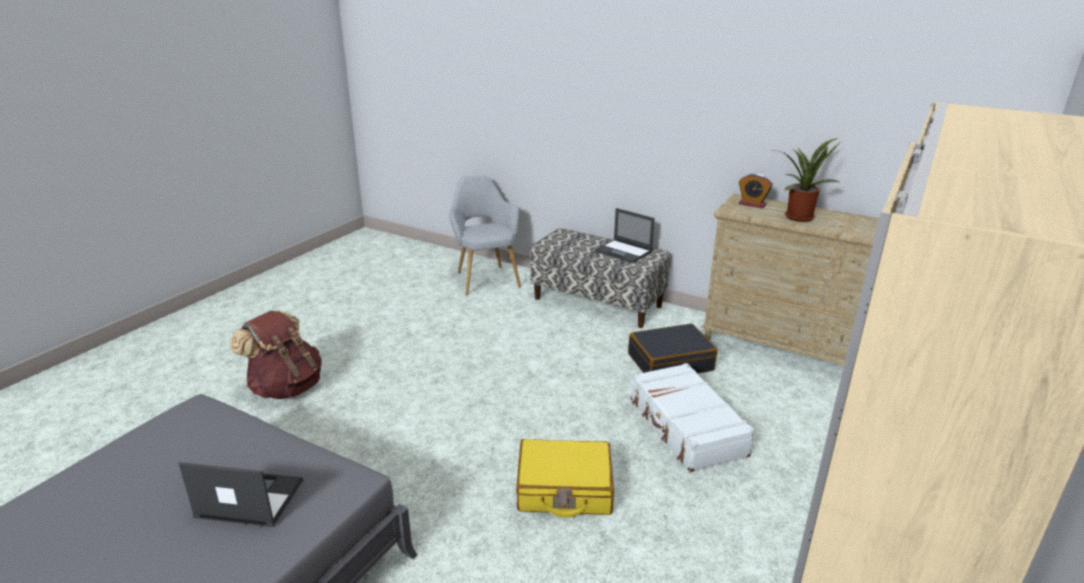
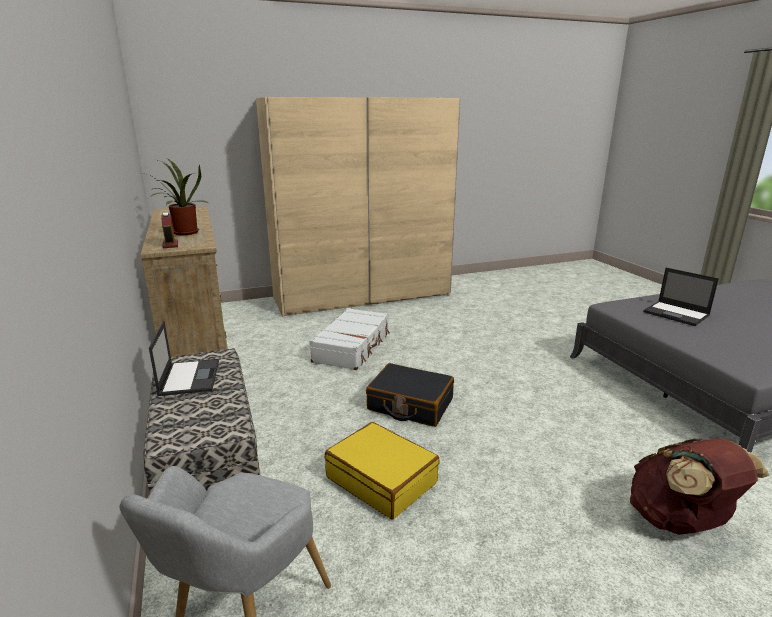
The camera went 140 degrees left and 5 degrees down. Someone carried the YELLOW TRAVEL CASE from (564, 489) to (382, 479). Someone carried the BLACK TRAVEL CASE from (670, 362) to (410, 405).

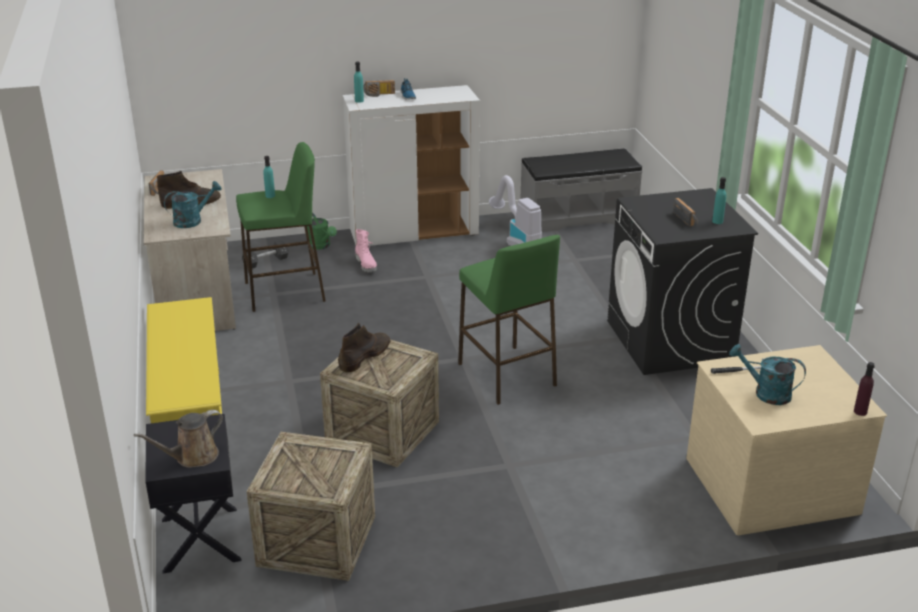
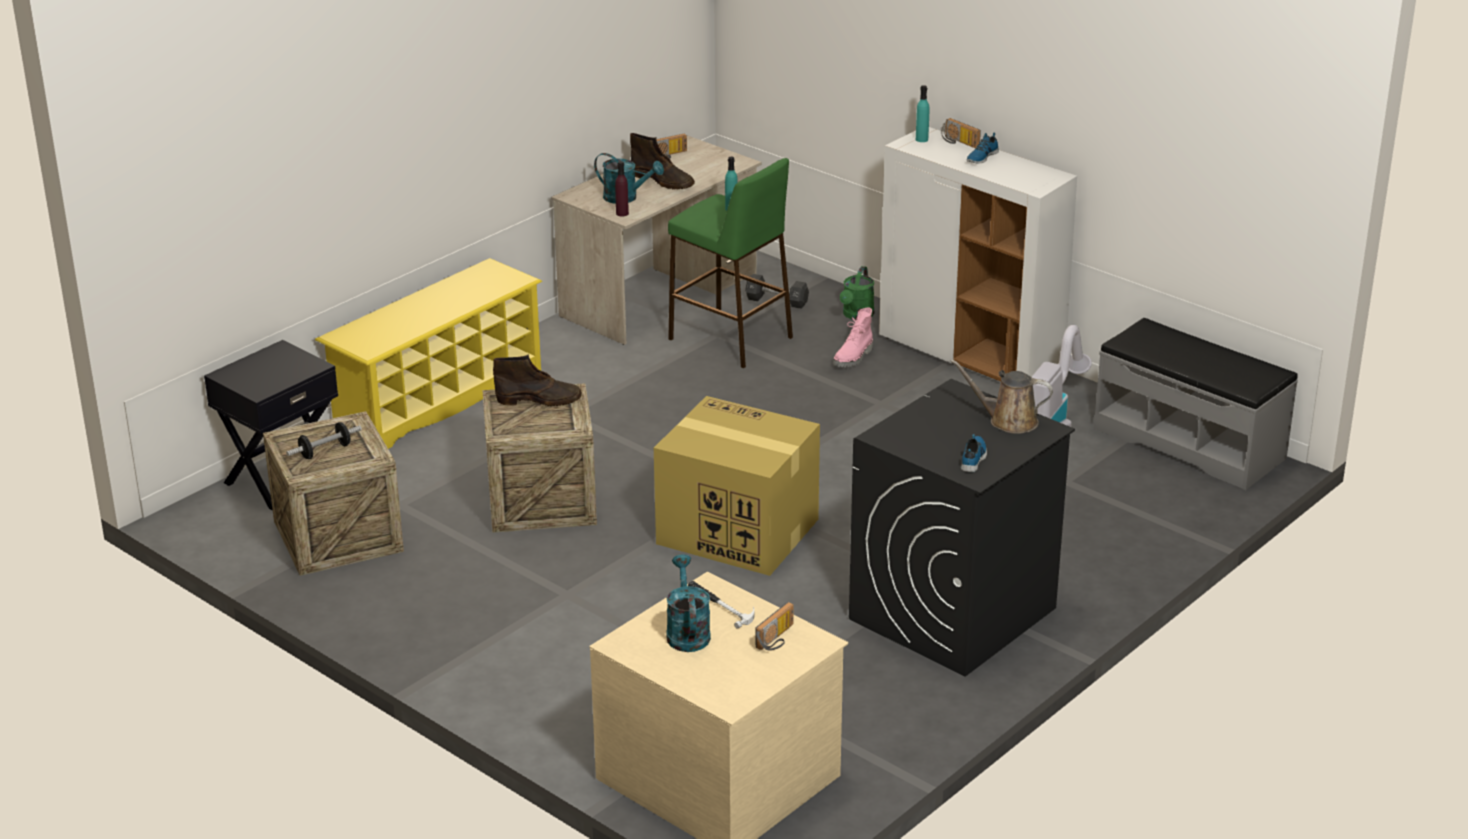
The camera went 55 degrees right and 0 degrees up. Someone put down the HAND WEIGHT at (325, 451). Someone carried the BROWNISH WATERING POT from (192, 457) to (1008, 421). Someone carried the RADIO RECEIVER from (686, 219) to (777, 639). Someone carried the PURPLISH BEVERAGE BOTTLE from (860, 412) to (622, 213). Someone swapped the GREEN-COLOURED STOOL SEAT at (507, 375) for the CARTON at (735, 531). Someone swapped the BLUE-GREEN BEVERAGE BOTTLE at (717, 221) for the ITEM OF FOOTWEAR at (974, 458).

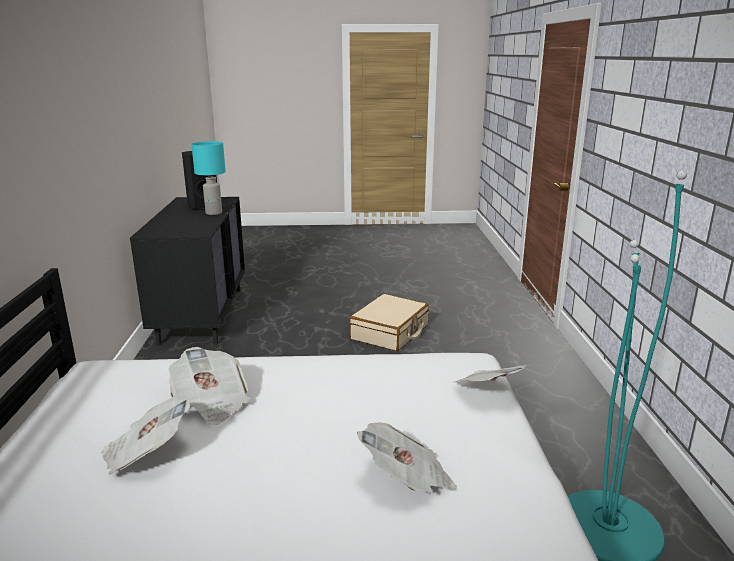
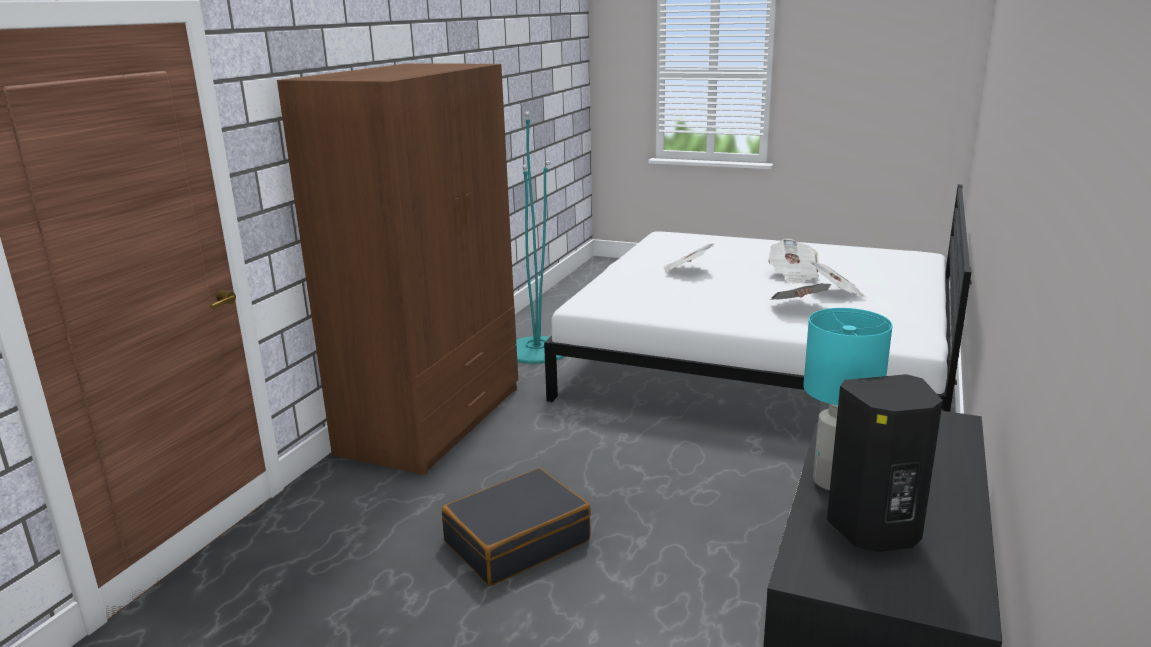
The camera went 155 degrees left and 0 degrees up. Someone put down the BROWNISH CLOTHES CUPBOARD at (433, 420). Someone carried the NEWSPAPER from (489, 391) to (793, 275). Someone repainted the SAND-COLOURED TRAVEL CASE at (390, 332), which became the BLACK TRAVEL CASE at (517, 541).

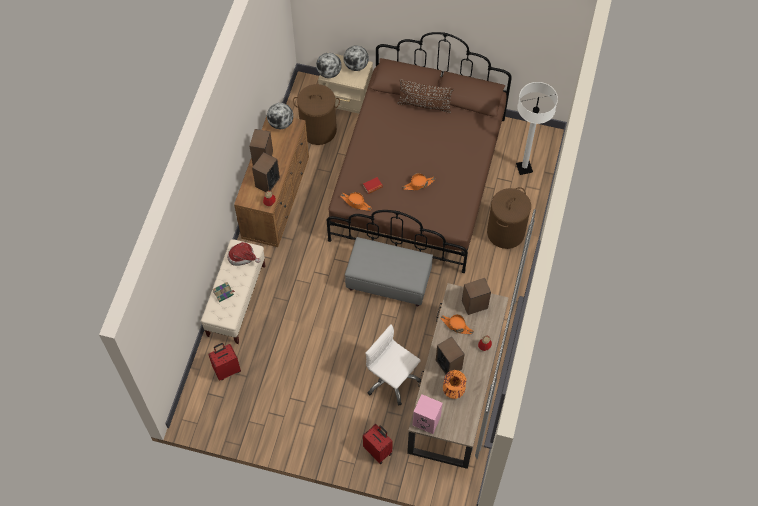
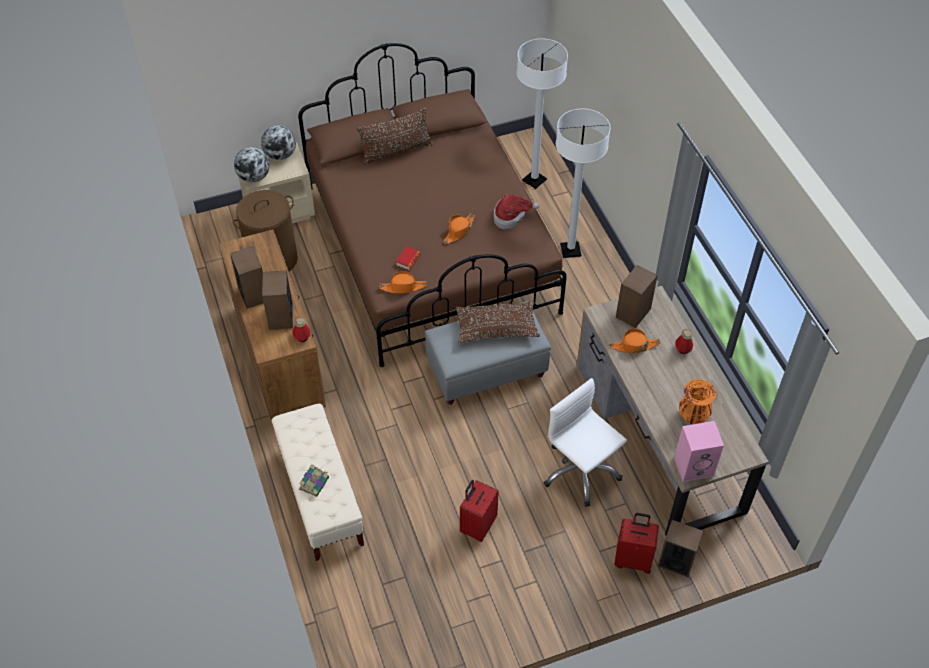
The camera went 35 degrees left and 10 degrees down. Someone took away the GLOBE at (281, 123). Someone put down the BROWNISH THROW PILLOW at (496, 328). Someone carried the RED-COLOURED TRAVEL CASE from (227, 369) to (477, 525). Someone carried the CLOTHING HAT from (243, 257) to (511, 216). Someone carried the LOUDSPEAKER from (448, 364) to (676, 561). Someone swapped the BROWNISH HAMPER at (506, 232) for the WHITISH STANDING LAMP at (570, 250). Someone rotated the WHITISH OFFICE CHAIR at (391, 379) by 45 degrees clockwise.

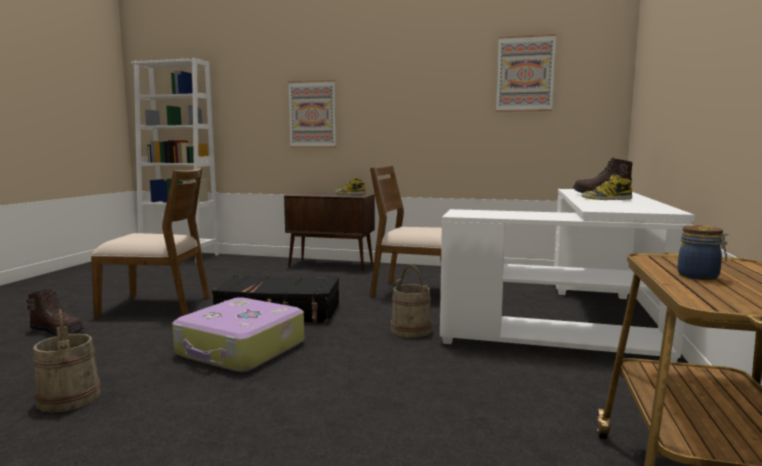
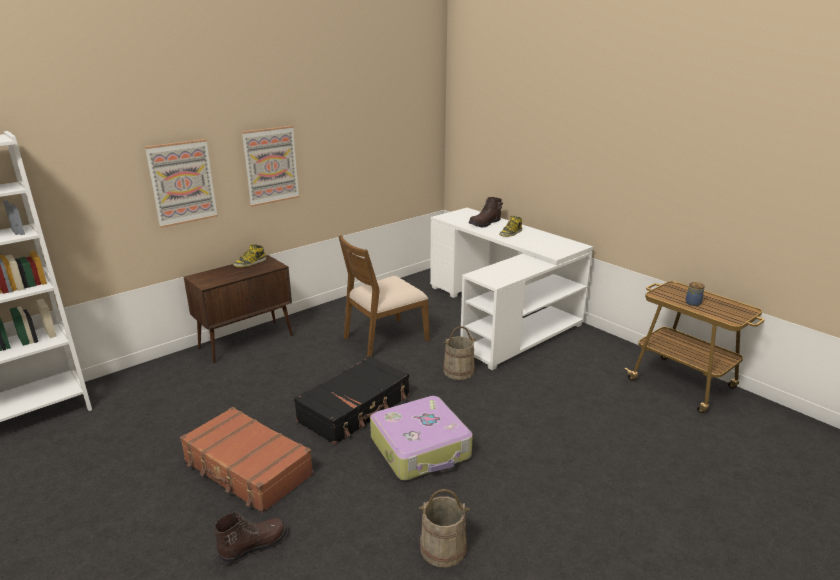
The camera went 55 degrees left and 15 degrees up. Someone carried the PICTURE from (525, 74) to (271, 165). Someone swapped the BROWNISH UPRIGHT CHAIR at (157, 306) for the BROWNISH TRAVEL CASE at (247, 469).

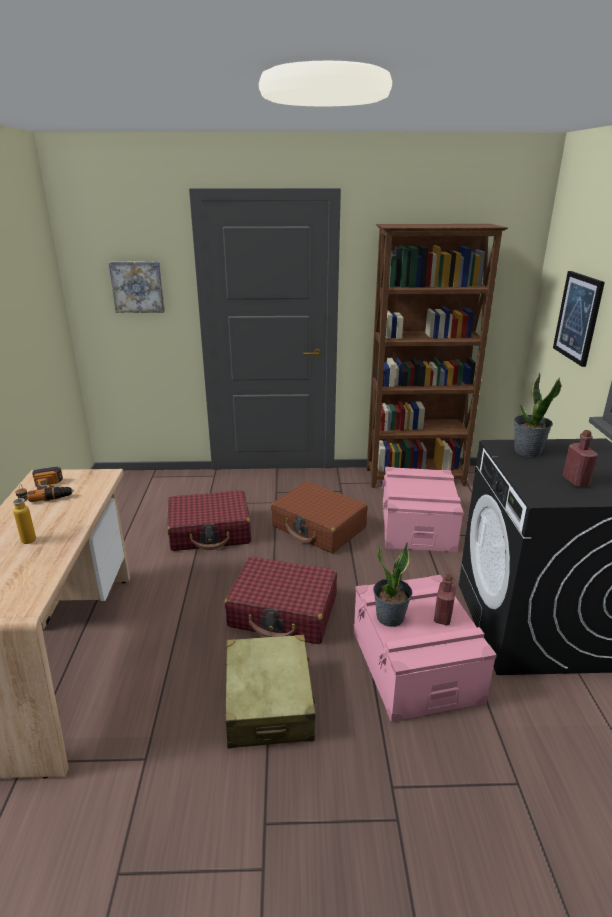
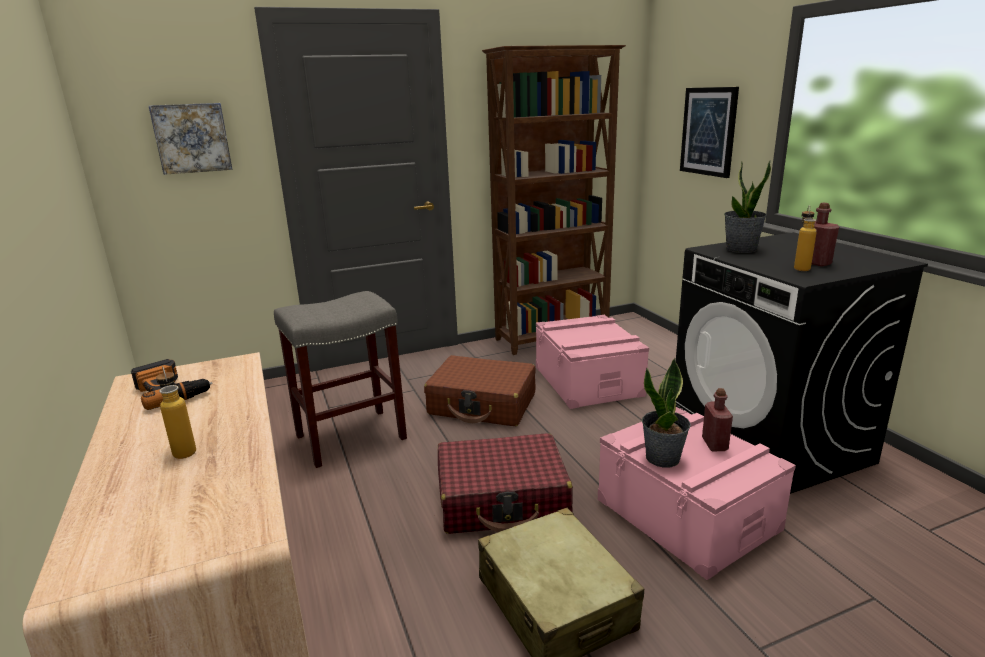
The camera went 20 degrees left and 5 degrees down. Someone put down the BEVERAGE BOTTLE at (801, 267). Someone swapped the RED-COLOURED TRAVEL CASE at (210, 531) for the GREY STOOL SEAT at (352, 436).

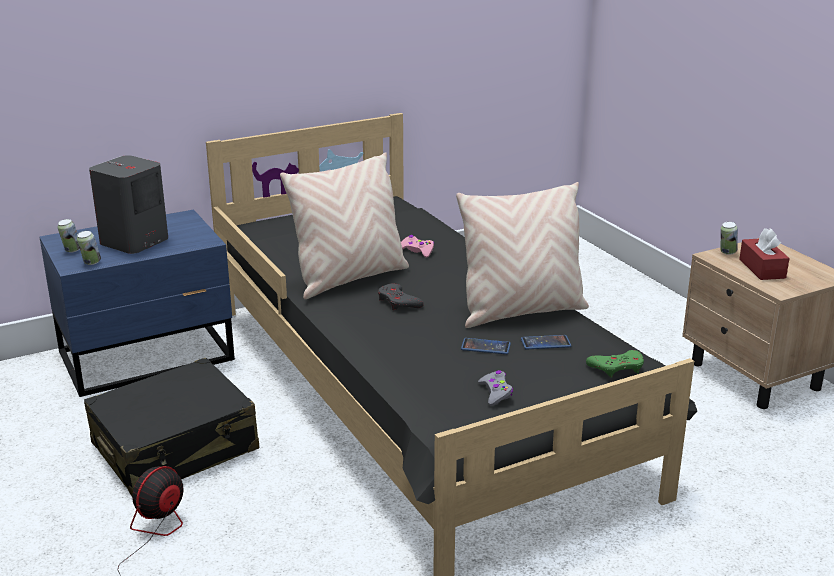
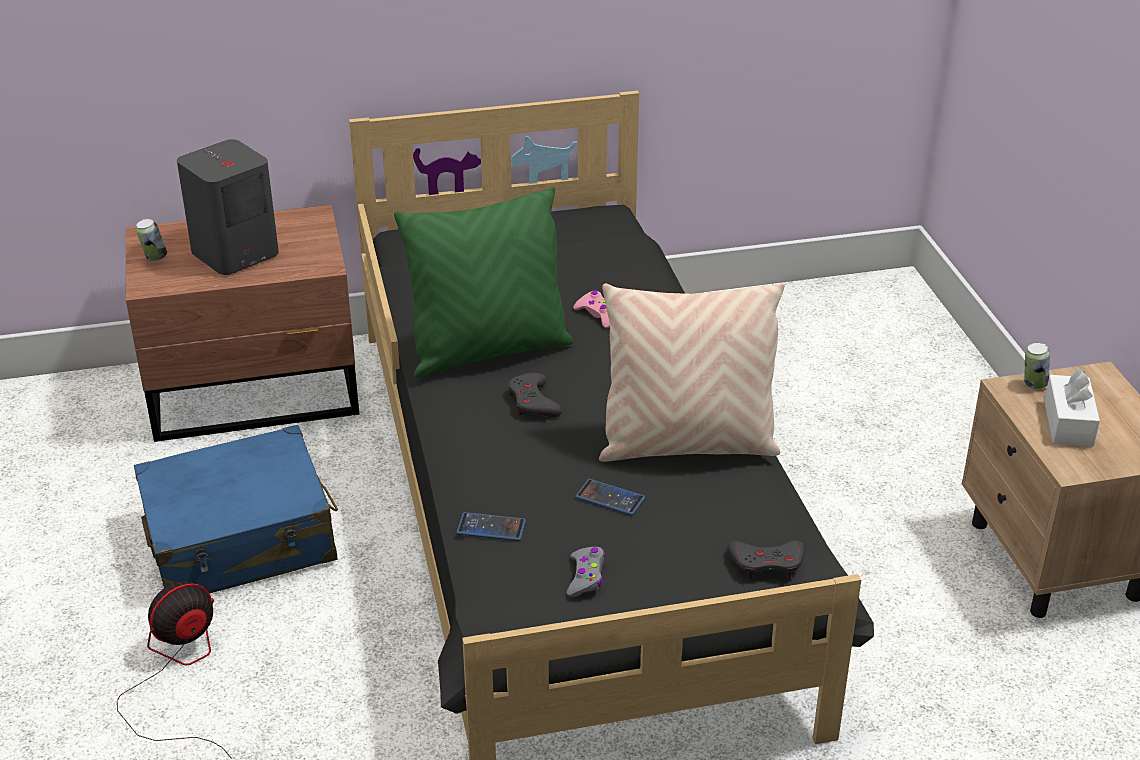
The camera went 15 degrees right and 10 degrees up. Someone took away the METAL CAN at (91, 263). Someone carried the HANDSET from (545, 343) to (491, 527). Someone repainted the BLUE-COLOURED NIGHTSTAND at (149, 357), which became the BROWNISH NIGHTSTAND at (257, 392). Someone repainted the BLACK TRAVEL CASE at (176, 448), which became the BLUE-COLOURED TRAVEL CASE at (241, 539). Someone repainted the SAND-COLOURED THROW PILLOW at (349, 278), which became the GREEN-COLOURED THROW PILLOW at (488, 351). Someone repainted the GREEN-COLOURED GAMEPAD at (617, 367), which became the GREY GAMEPAD at (767, 563). Someone repainted the RED-COLOURED TISSUE HOLDER at (762, 268), which became the WHITISH TISSUE HOLDER at (1068, 423).

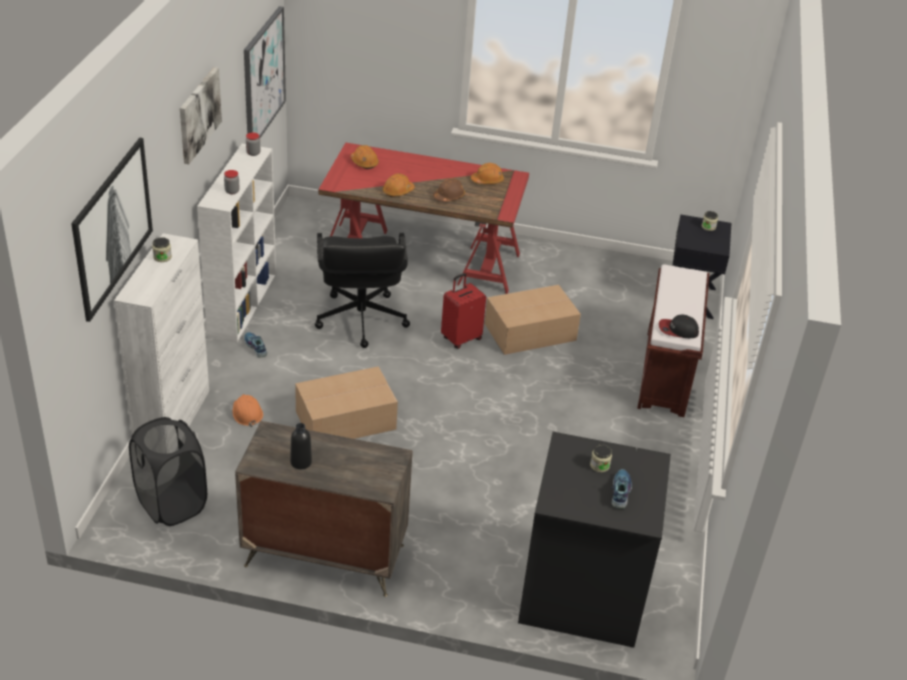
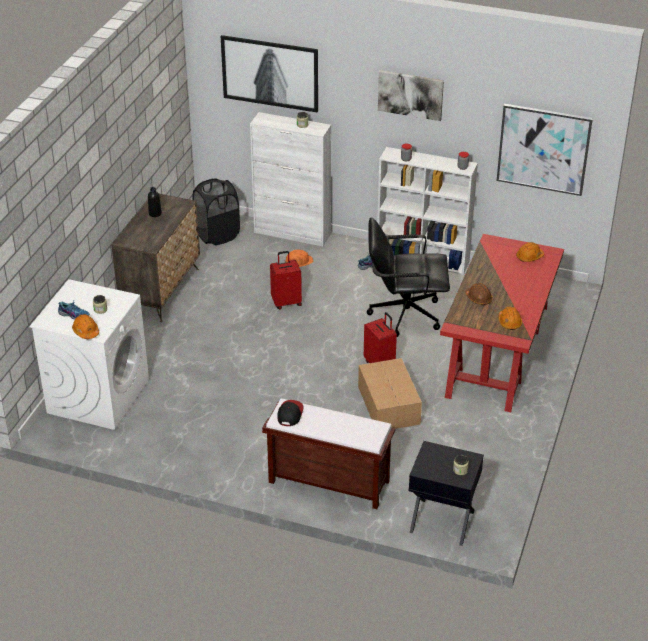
The camera went 100 degrees right and 0 degrees up. Someone carried the ORANGE-COLOURED HARD HAT from (398, 191) to (86, 331). Someone swapped the CARTON at (344, 420) for the RED-COLOURED TRAVEL CASE at (286, 302). Someone repainted the BLACK WASHING MACHINE at (581, 593), which became the WHITISH WASHING MACHINE at (98, 395).

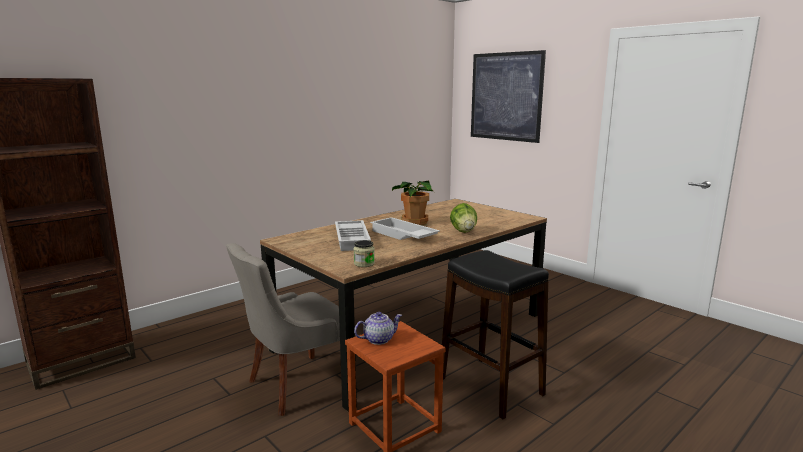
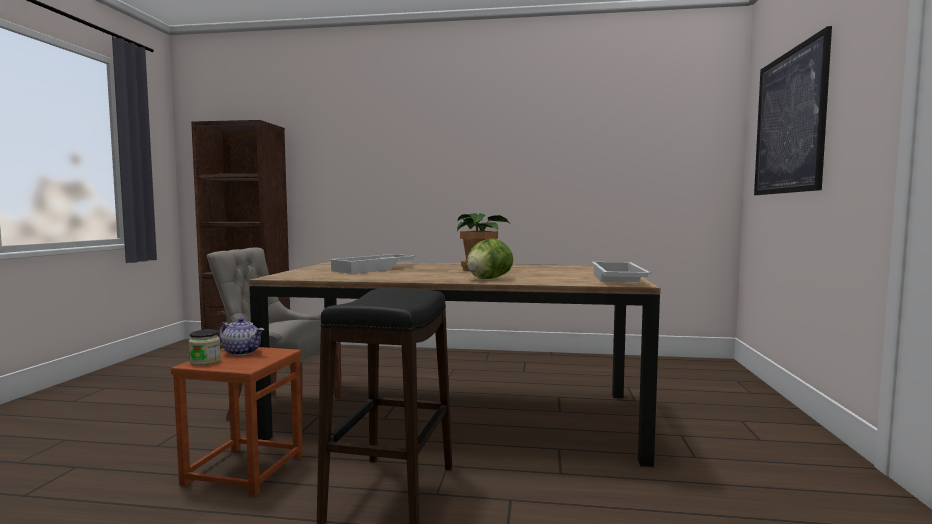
The camera went 50 degrees right and 10 degrees down. Someone carried the JAR from (364, 264) to (205, 361). Someone carried the WHITISH TRAY from (402, 235) to (616, 280).

